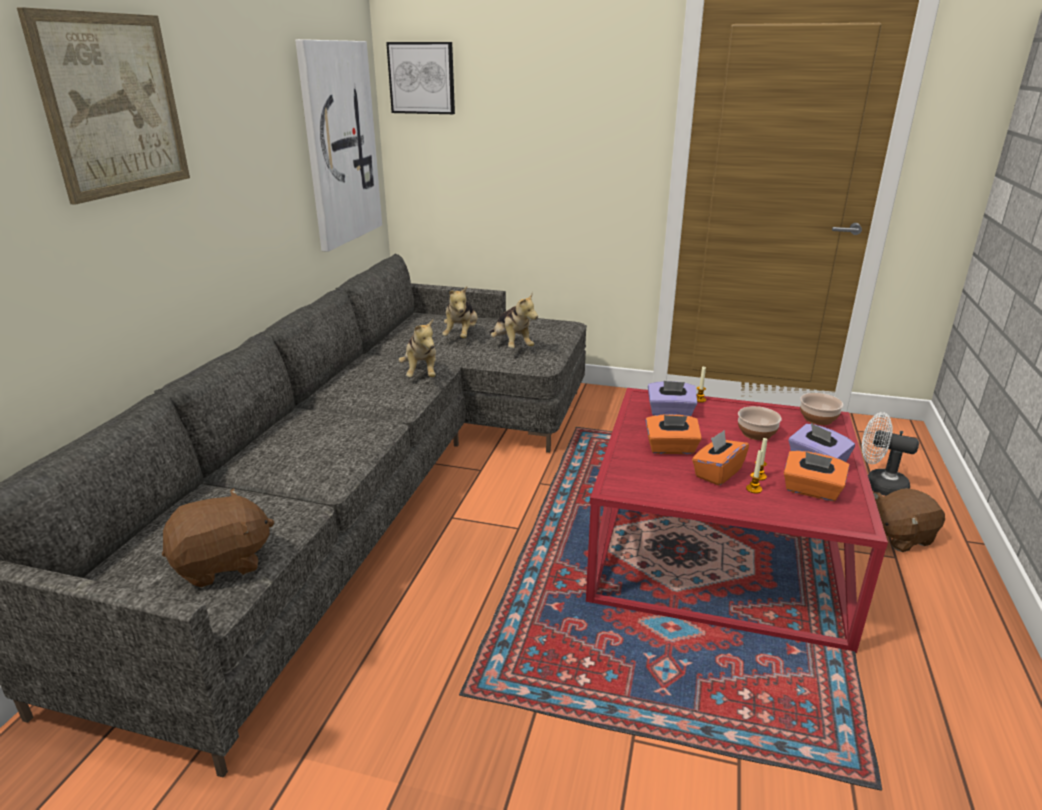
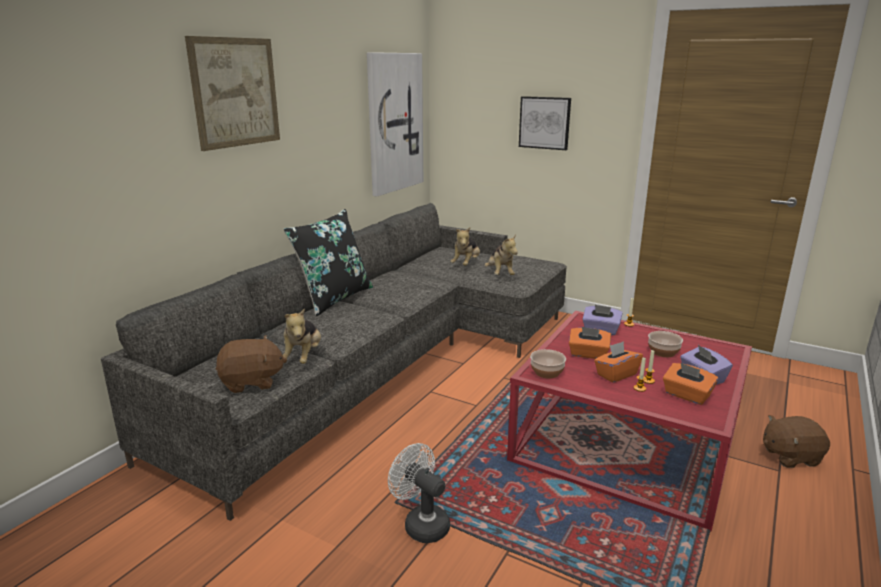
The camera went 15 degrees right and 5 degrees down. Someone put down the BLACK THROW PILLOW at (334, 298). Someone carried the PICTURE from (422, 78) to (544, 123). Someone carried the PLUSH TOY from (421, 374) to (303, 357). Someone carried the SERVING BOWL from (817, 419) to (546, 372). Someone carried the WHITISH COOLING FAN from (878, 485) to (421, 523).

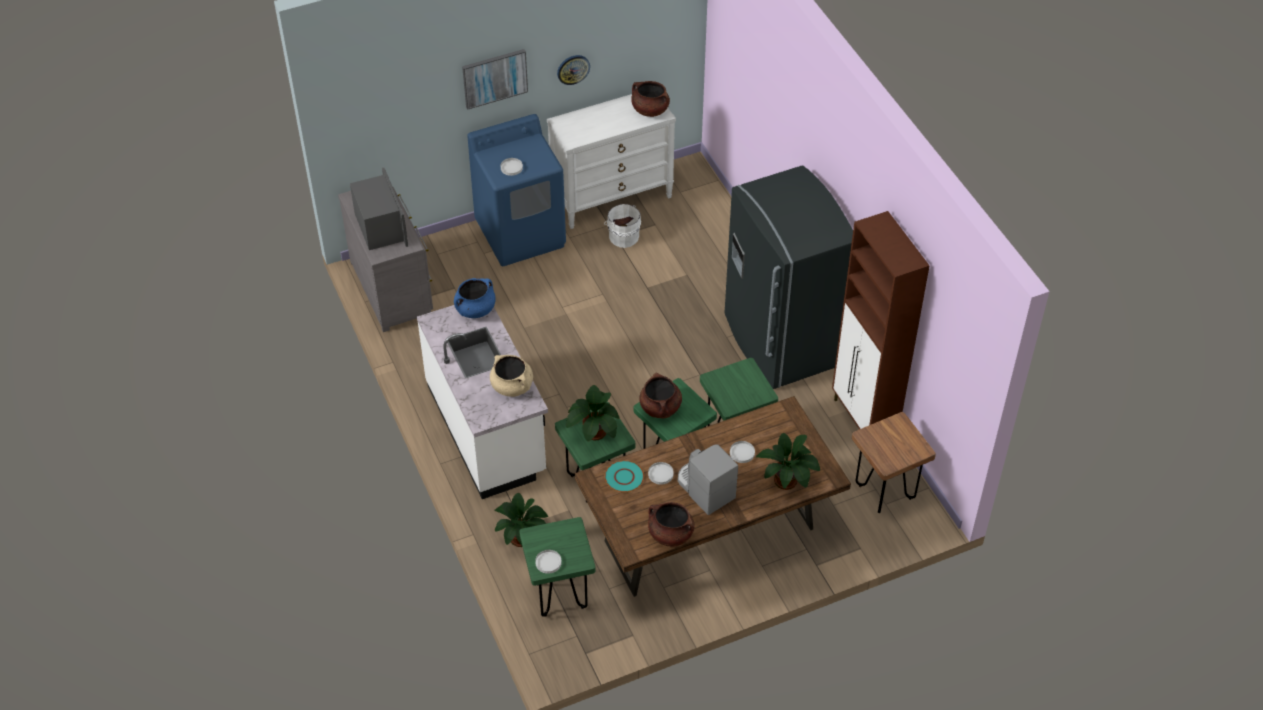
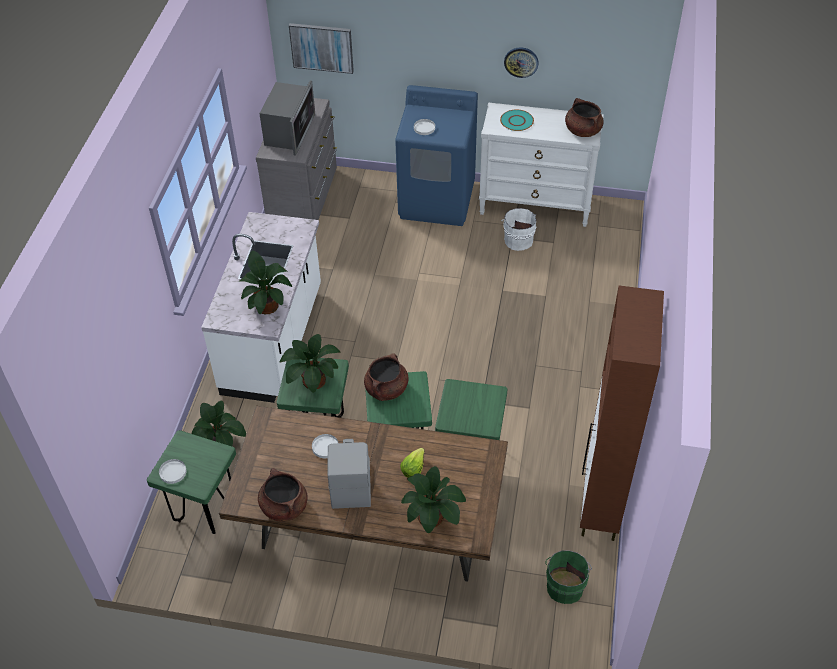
The camera went 35 degrees right and 0 degrees up. Someone took away the BLUE-COLOURED STOCKPOT at (475, 309). Someone took away the GREY REFRIGERATOR at (779, 341). Someone carried the PICTURE from (494, 78) to (322, 47). Someone carried the BLUE-GREEN PLATE from (624, 477) to (516, 121). Someone swapped the SAND-COLOURED STOCKPOT at (512, 386) for the HOUSEPLANT at (267, 304). Someone swapped the WHITISH PLATE at (742, 453) for the LETTUCE at (413, 468). Someone swapped the BROWNISH STOOL SEAT at (885, 492) for the GREEN-COLOURED BUCKET at (565, 585).

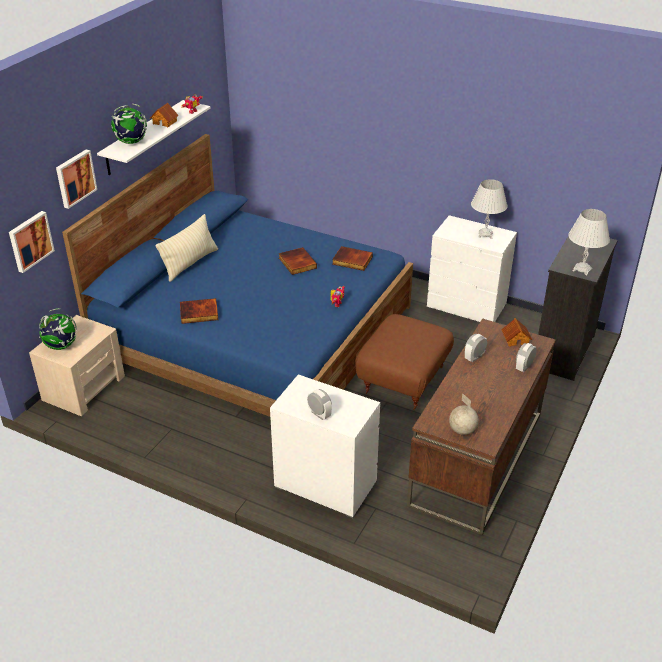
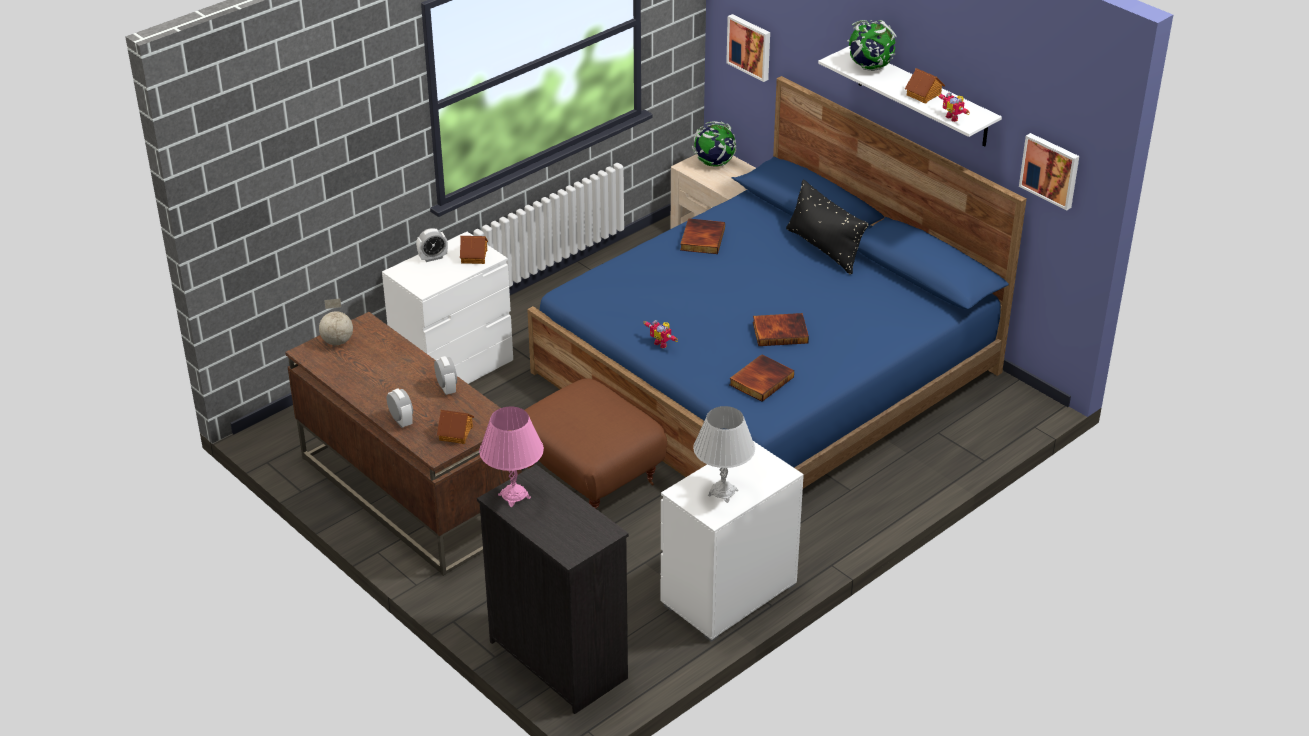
The camera went 110 degrees right and 0 degrees up. Someone put down the TOY HOUSE at (474, 256). Someone carried the PICTURE from (75, 178) to (1050, 170). Someone repainted the SAND-COLOURED THROW PILLOW at (190, 263), which became the BLACK THROW PILLOW at (824, 249). Someone repainted the WHITISH LAMP FOR A TABLE at (582, 269), which became the PINK LAMP FOR A TABLE at (514, 496).

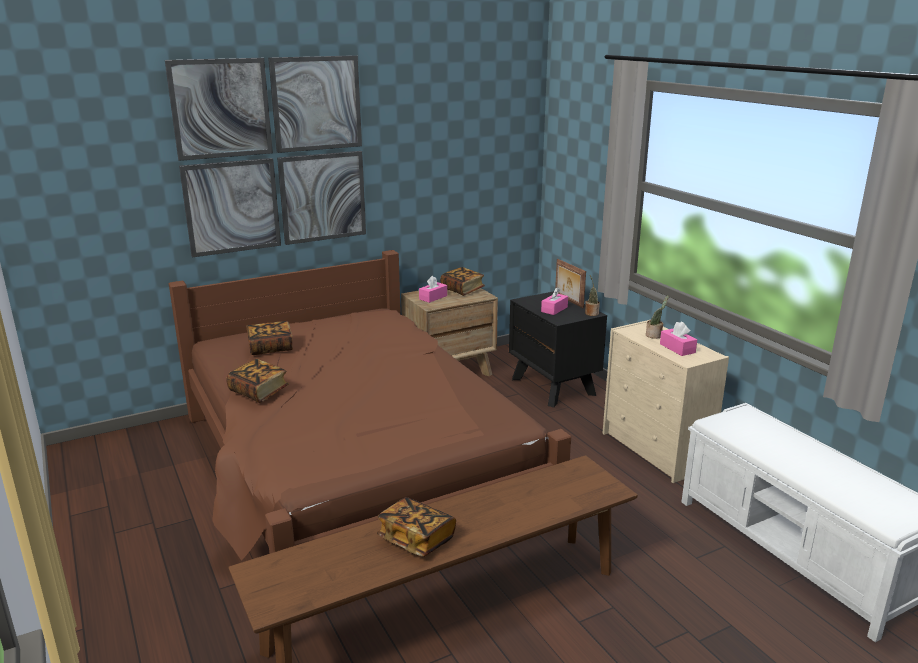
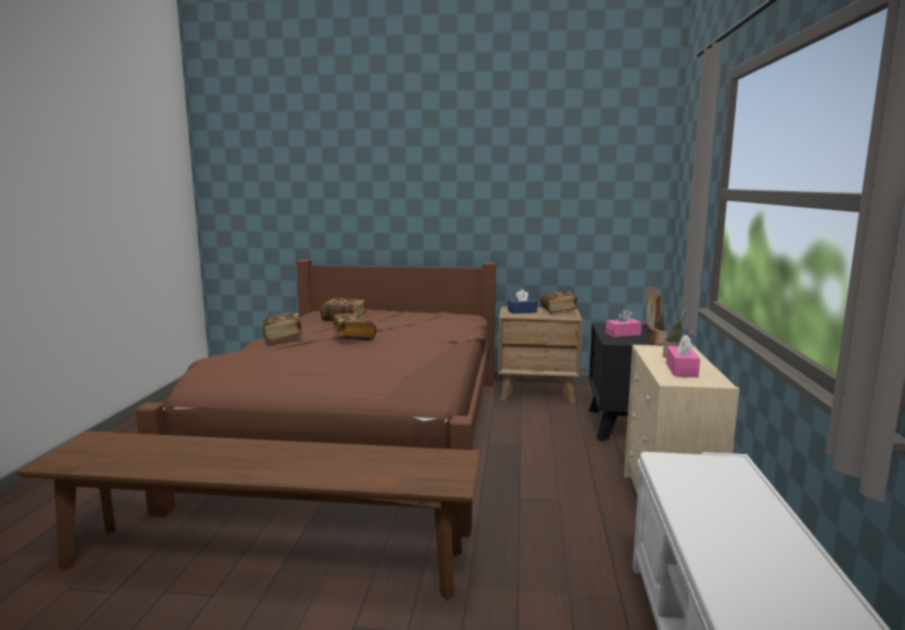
The camera went 35 degrees right and 10 degrees down. Someone took away the PICTURE at (274, 155). Someone carried the BOOK from (416, 539) to (354, 337). Someone repainted the PINK TISSUE HOLDER at (433, 297), which became the BLUE-COLOURED TISSUE HOLDER at (522, 311).

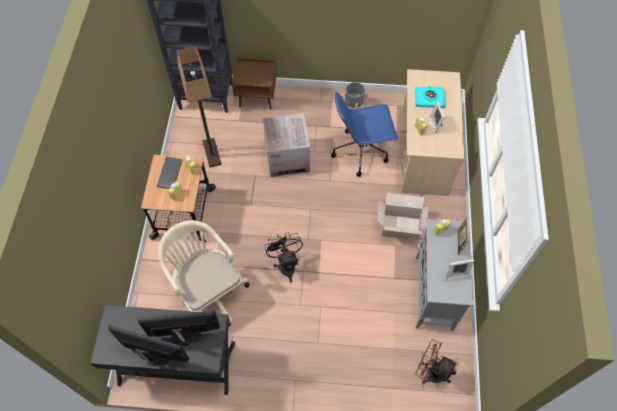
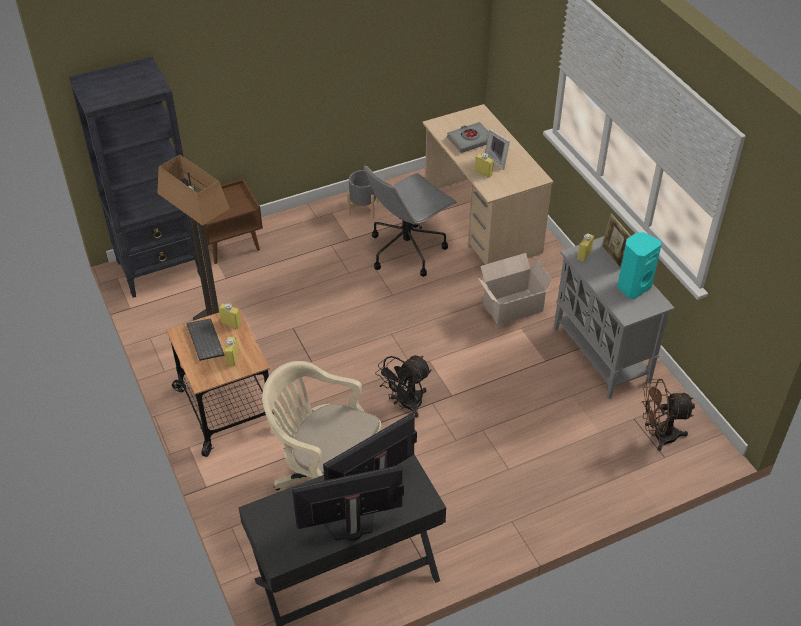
The camera went 30 degrees left and 15 degrees down. Someone took away the CARTON at (287, 158). Someone swapped the PICTURE FRAME at (456, 273) for the BLUE-GREEN LOUDSPEAKER at (632, 287). Someone repainted the BLUE-COLOURED OFFICE CHAIR at (361, 151), which became the GREY OFFICE CHAIR at (407, 250). Someone repainted the BLUE-GREEN BOOK at (429, 98), which became the GREY BOOK at (470, 140). Someone rotated the BLACK COOLING FAN at (286, 264) by 90 degrees counterclockwise.

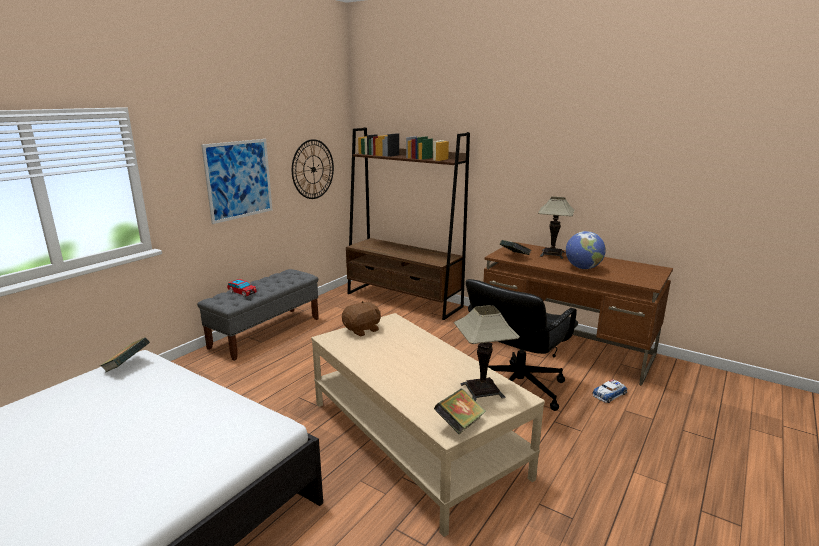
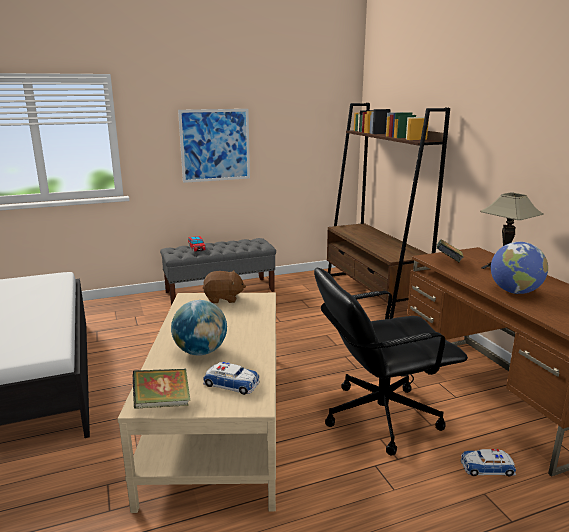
The camera went 35 degrees right and 0 degrees up. Someone took away the BOOK at (127, 366). Someone took away the CLOCK ON THE WALL at (313, 169). Someone put down the GLOBE at (200, 352). Someone swapped the LAMP FOR A TABLE at (482, 390) for the TOY CAR at (231, 383).

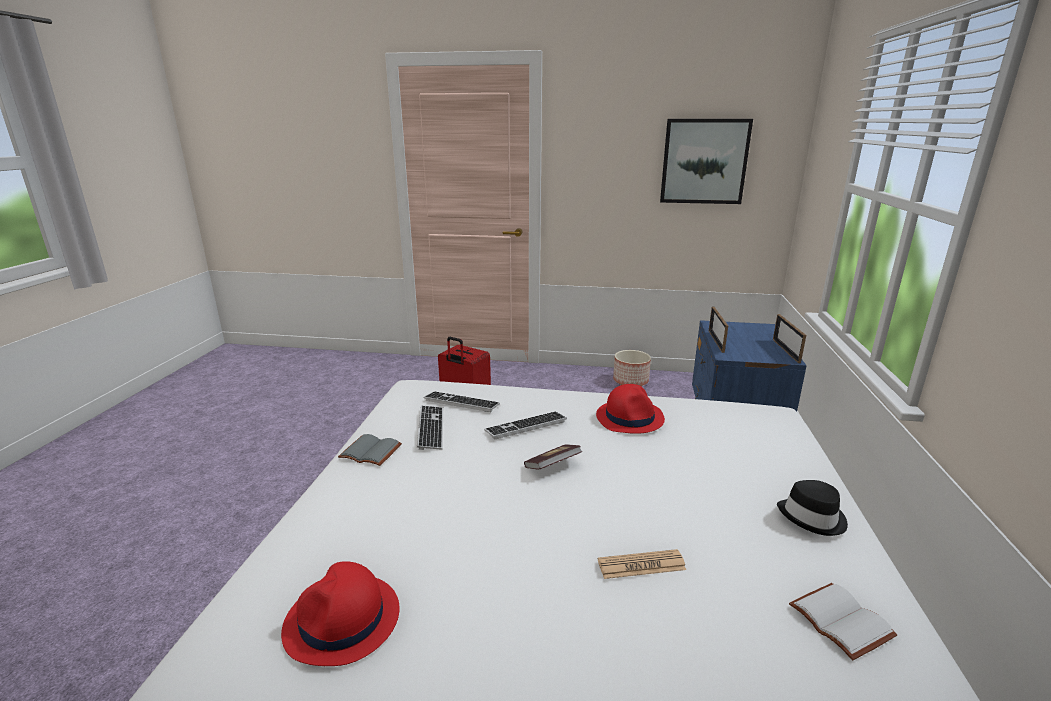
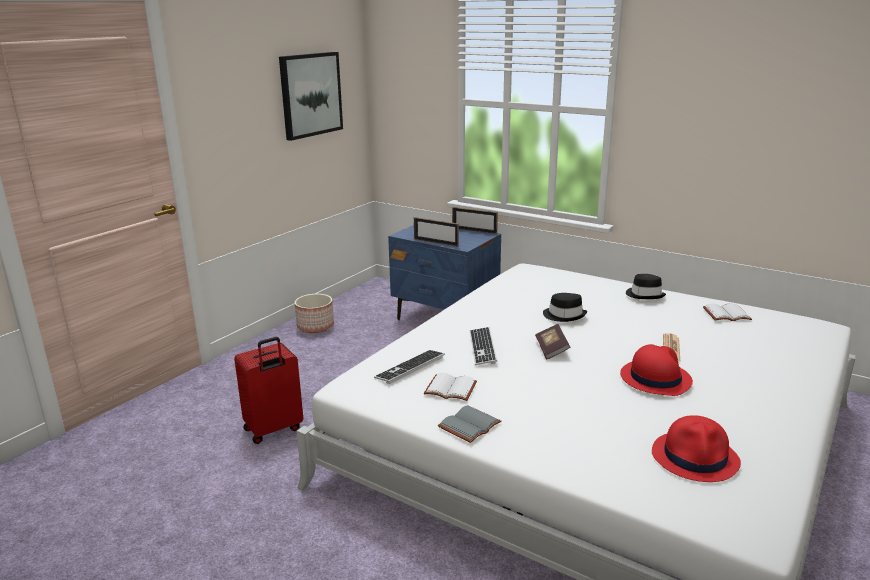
The camera went 65 degrees left and 0 degrees up. Someone put down the BLACK CLOTHING HAT at (564, 315). Someone carried the RED-COLOURED CLOTHING HAT from (630, 417) to (655, 378). Someone swapped the COMPUTER KEYBOARD at (431, 428) for the WHITISH BOOK at (449, 389).

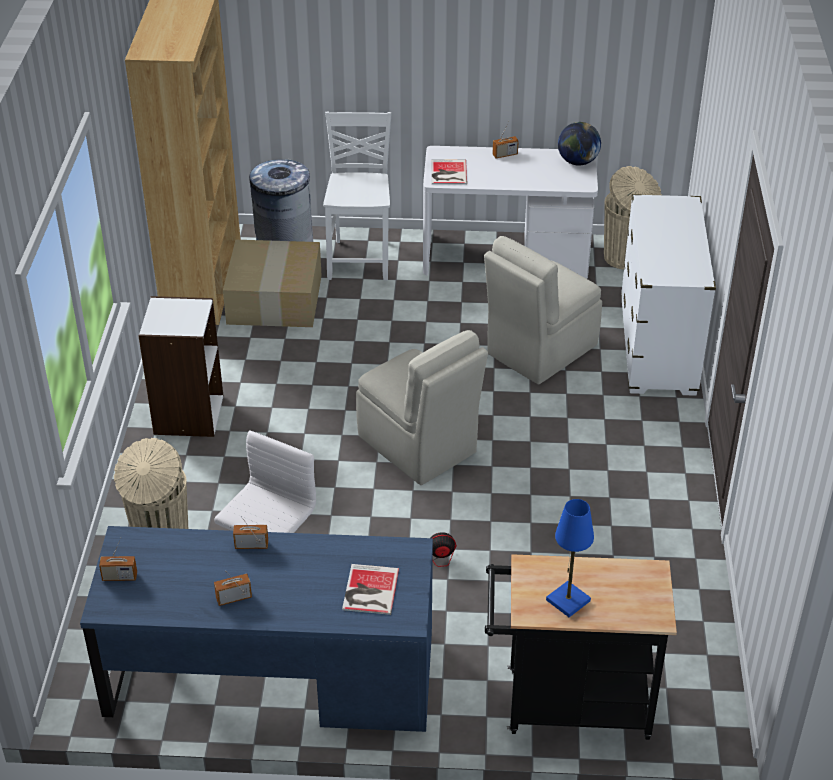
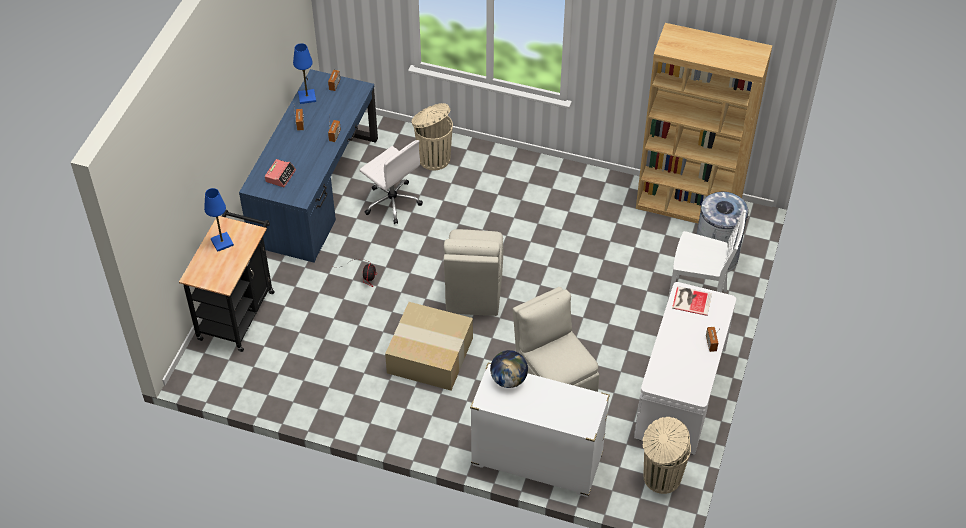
The camera went 105 degrees right and 10 degrees up. Someone took away the WHITISH BOOKSHELF at (188, 415). Someone put down the BLUE-COLOURED LAMP FOR A TABLE at (307, 97). Someone carried the CARTON from (276, 300) to (428, 356). Someone carried the GLOBE from (577, 162) to (508, 379). Someone swapped the BOOK at (369, 590) for the BEDSIDE CLOCK at (280, 176). Someone rotated the SAND-COLOURED UPRIGHT CHAIR at (419, 446) by 60 degrees counterclockwise.

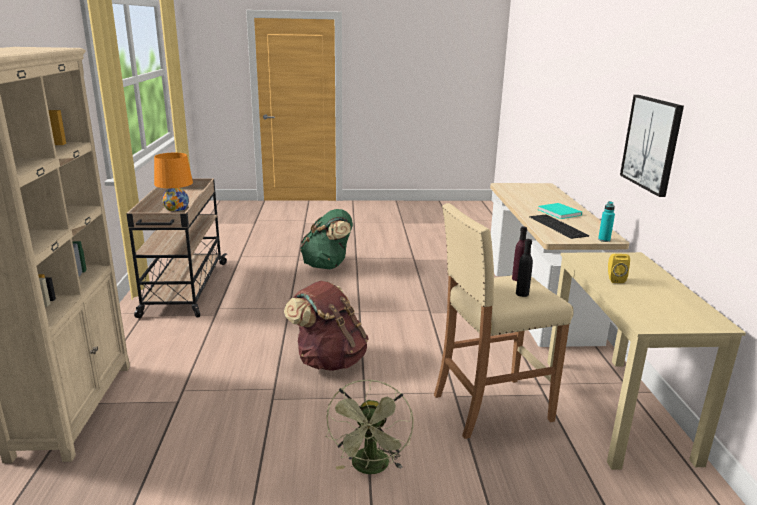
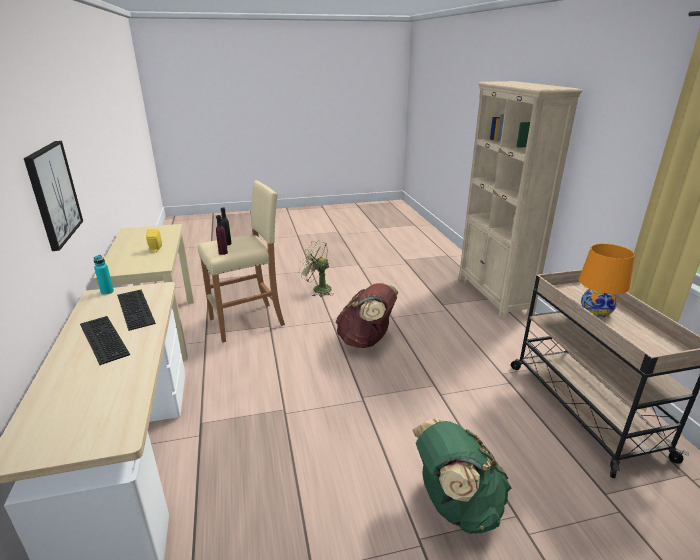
The camera went 170 degrees right and 5 degrees up. Someone swapped the BLUE-GREEN BOOK at (560, 213) for the COMPUTER KEYBOARD at (101, 339). Someone rotated the GREEN-COLOURED COOLING FAN at (371, 468) by 60 degrees counterclockwise.

